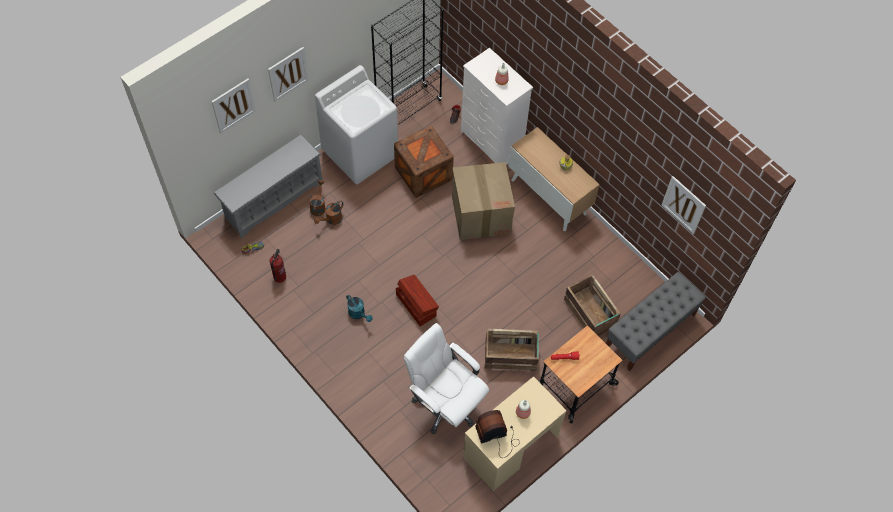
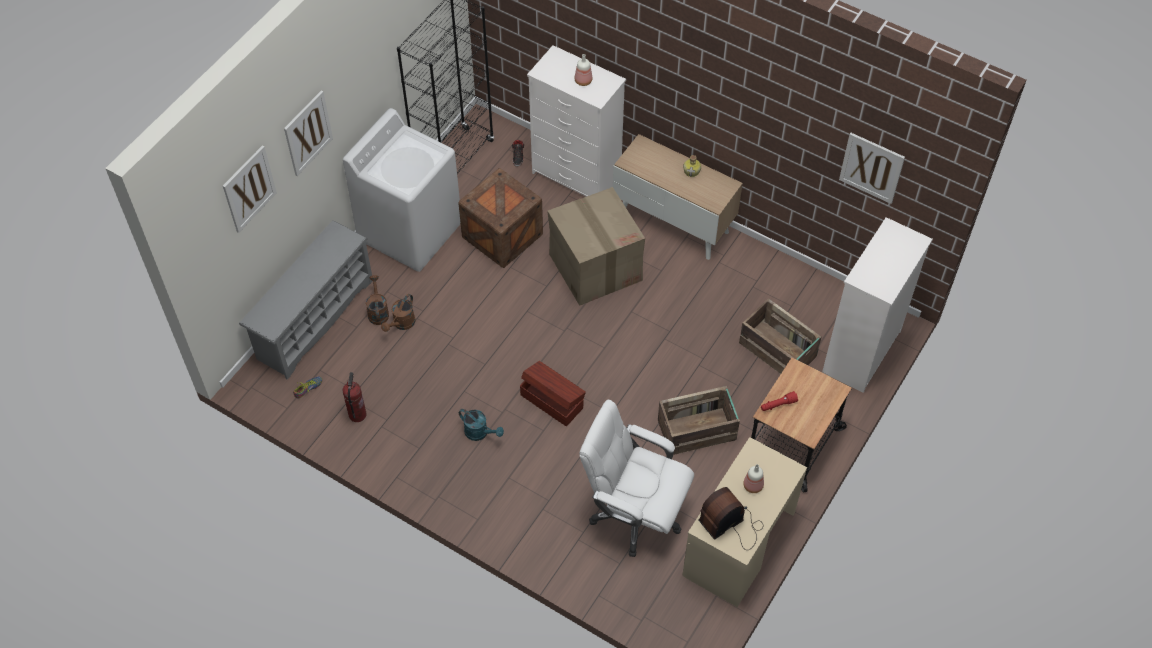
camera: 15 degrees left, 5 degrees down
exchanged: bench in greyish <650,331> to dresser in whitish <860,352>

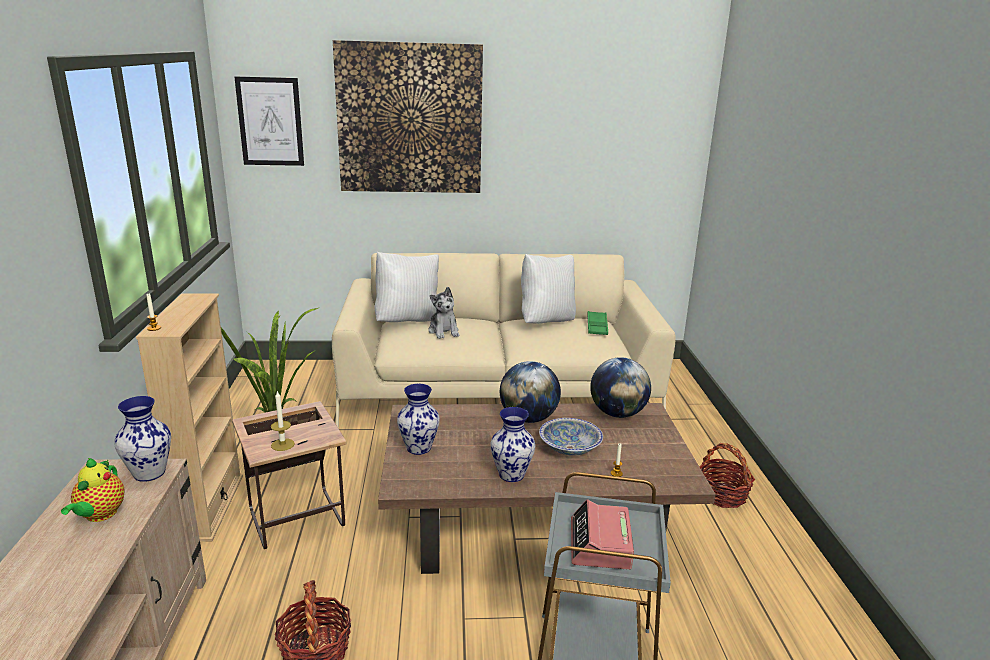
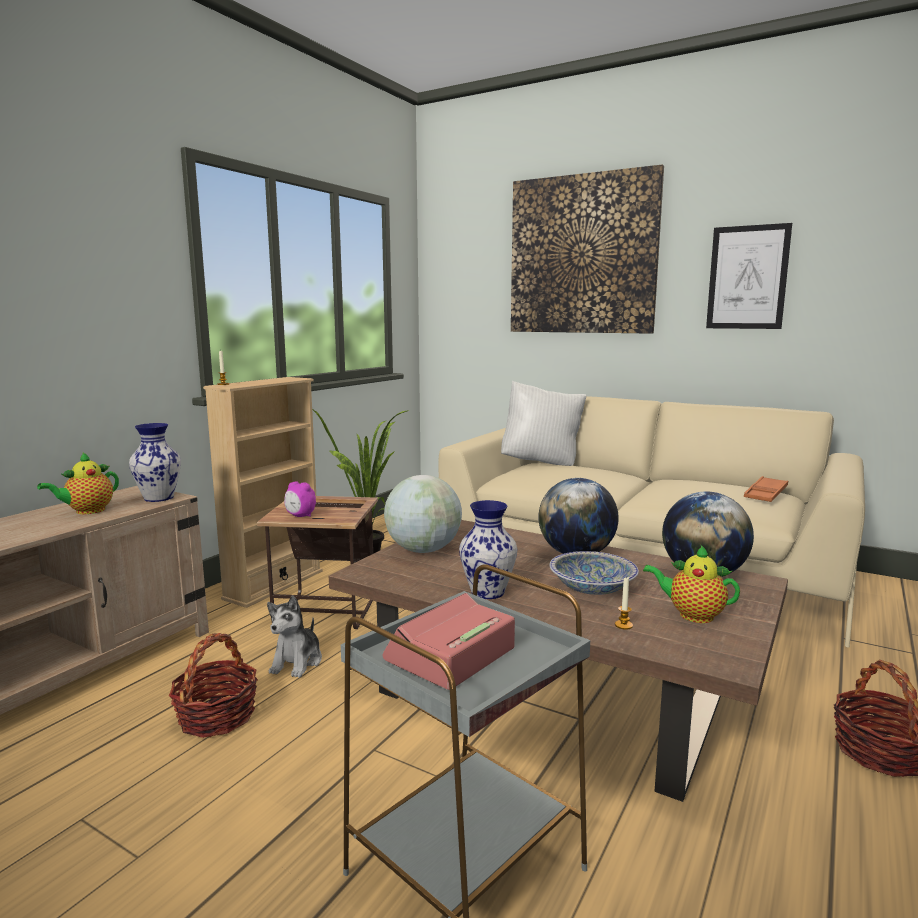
camera: 35 degrees right, 10 degrees down
missing: throw pillow in whitish <546,321>
appeared: tea pot <692,615>
relocated: wall art <270,122> to <747,277>; plush toy <444,331> to <297,662>
exchanged: vase <419,448> to world globe <423,550>; wax candle <282,444> to alarm clock <300,516>
colour: carrying tray in greenish <597,326> to carrying tray in orange <765,494>

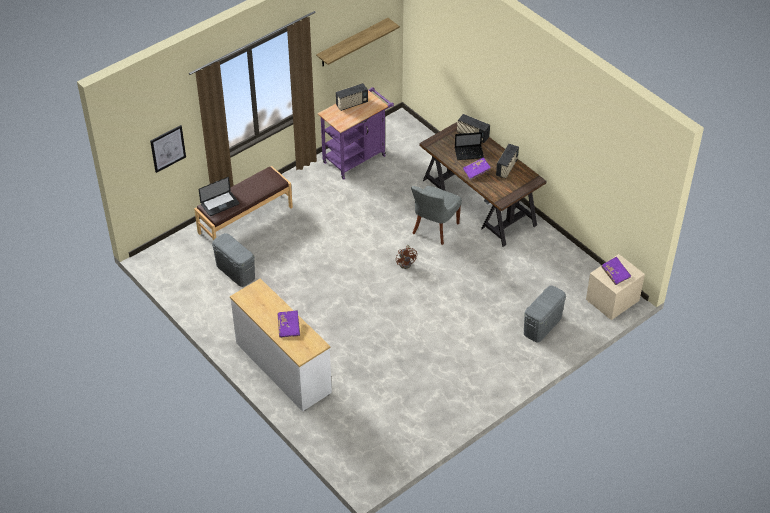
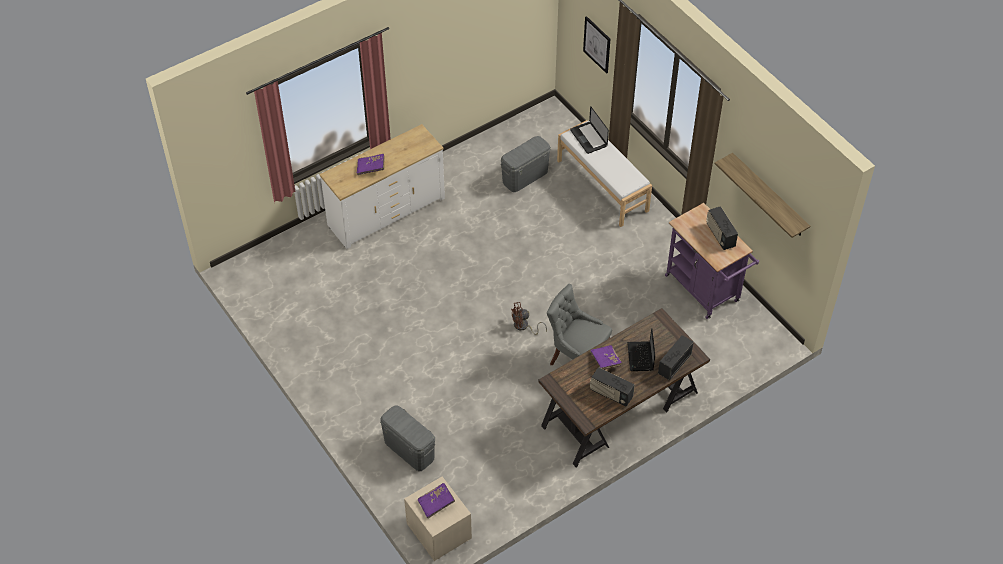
camera: 95 degrees right, 5 degrees up
colour: bench in brown-coloured <245,220> to bench in whitish <603,185>

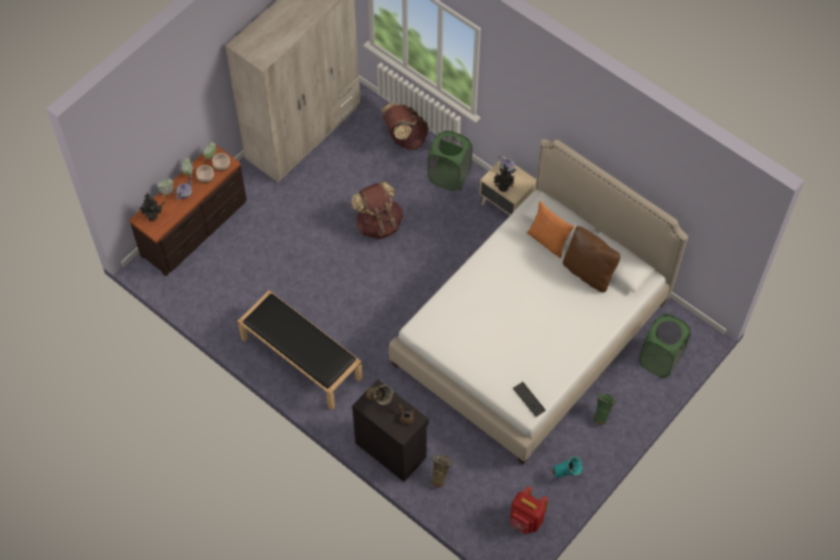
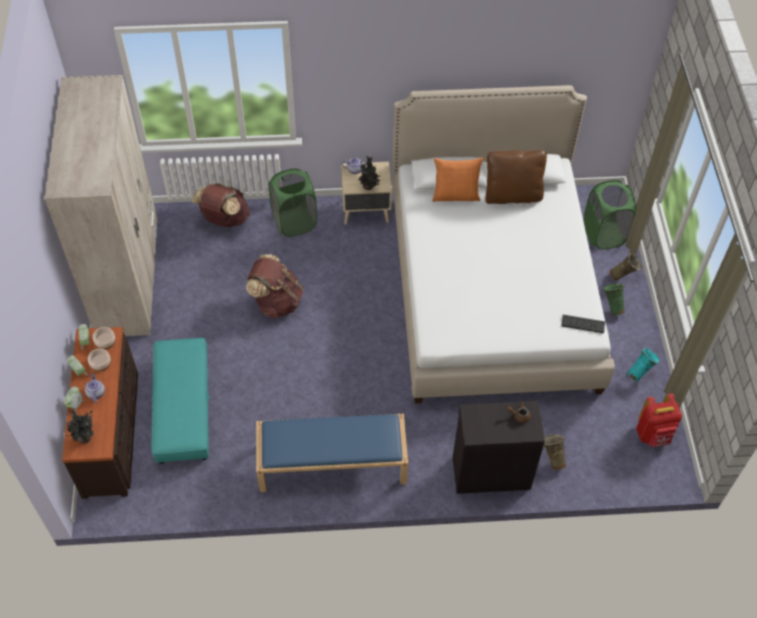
camera: 45 degrees left, 5 degrees down
appeared: pouffe in turquoise <183,408>
relocated: vase in beige <379,402> to <623,277>
colour: bench in black-coloured <300,358> to bench in blue <331,463>

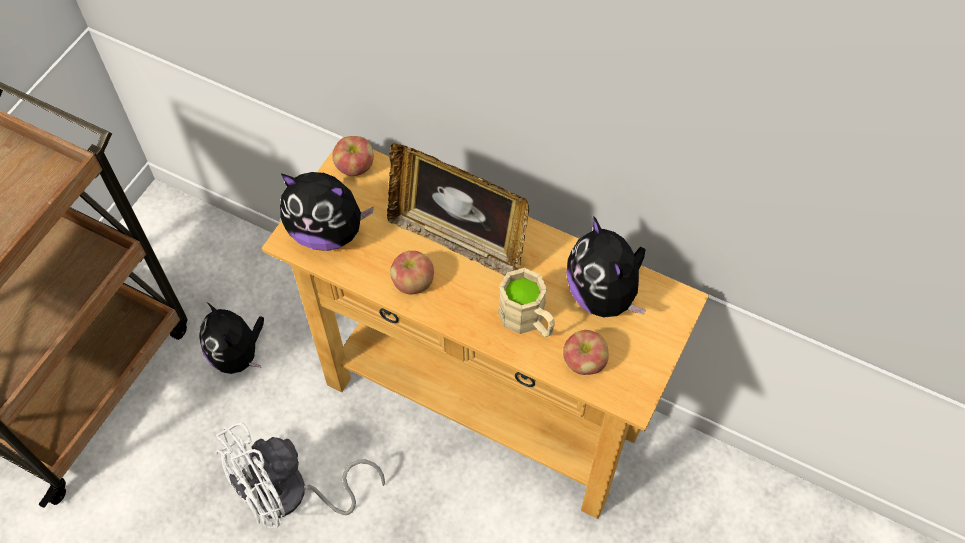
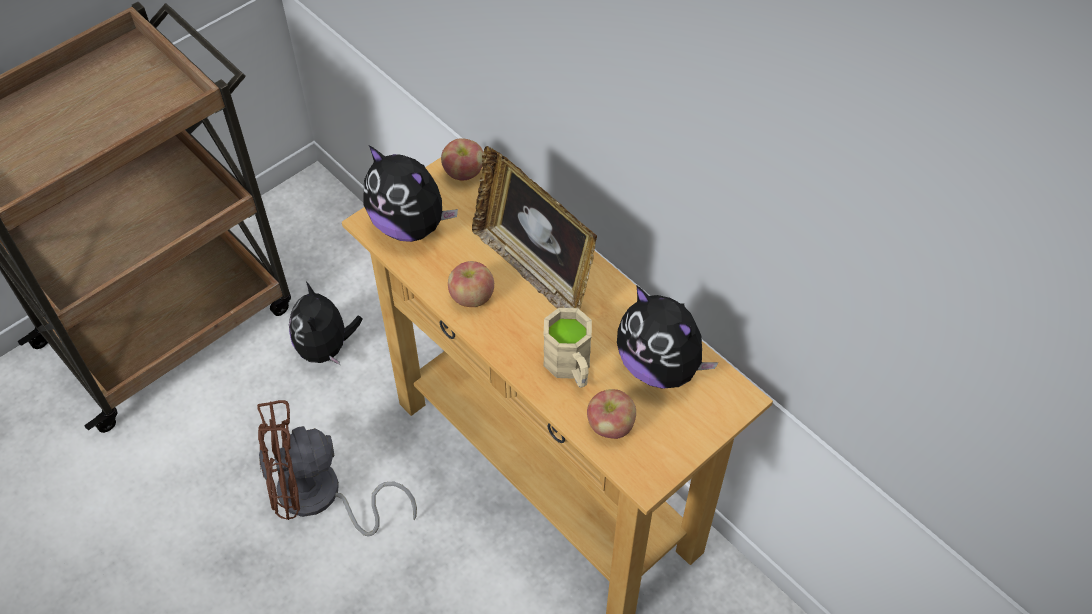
camera: 20 degrees right, 5 degrees down
colour: cooling fan in whitish <290,495> to cooling fan in brown-coloured <320,498>
spun: plush toy <604,294> = <660,366> 45 degrees counterclockwise

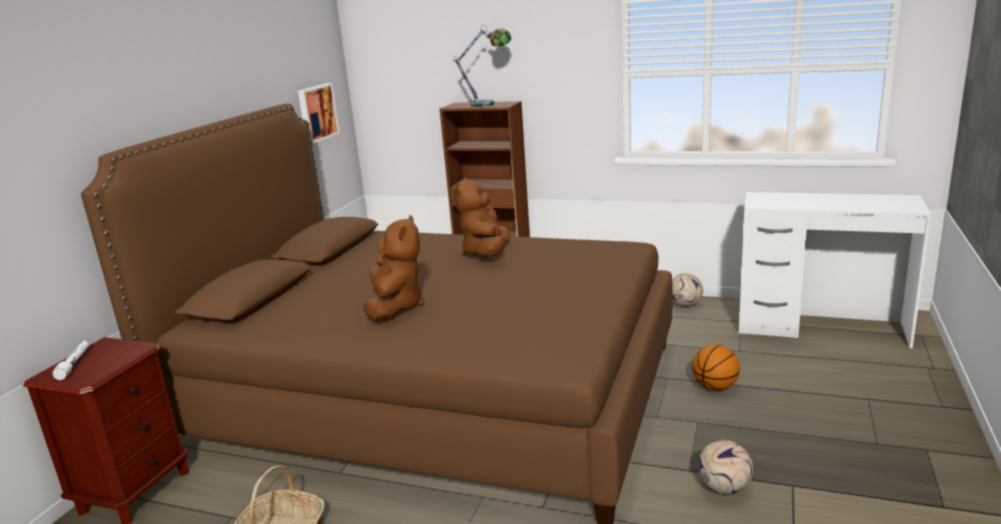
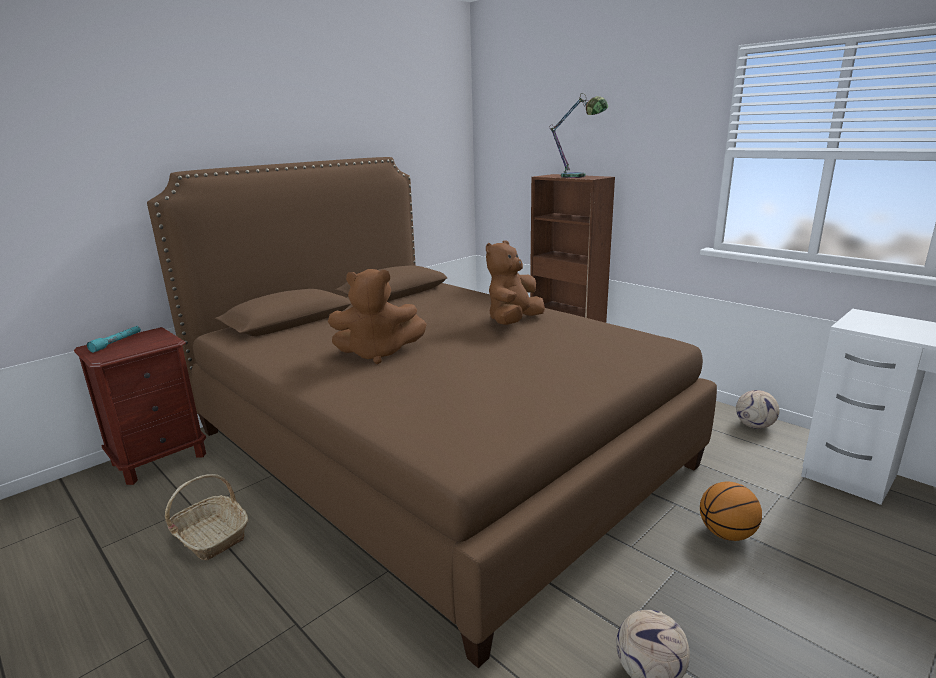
camera: 25 degrees right, 0 degrees up
missing: wall art <316,113>
colour: flashlight in whitish <74,364> to flashlight in turquoise <117,342>
spun: plush toy in brown-coloured <395,307> = <378,353> 60 degrees clockwise

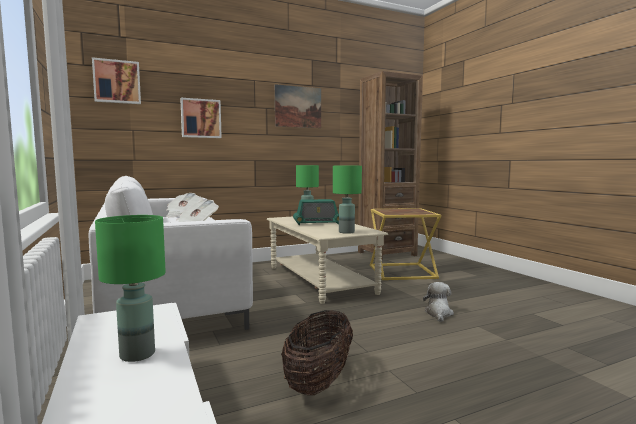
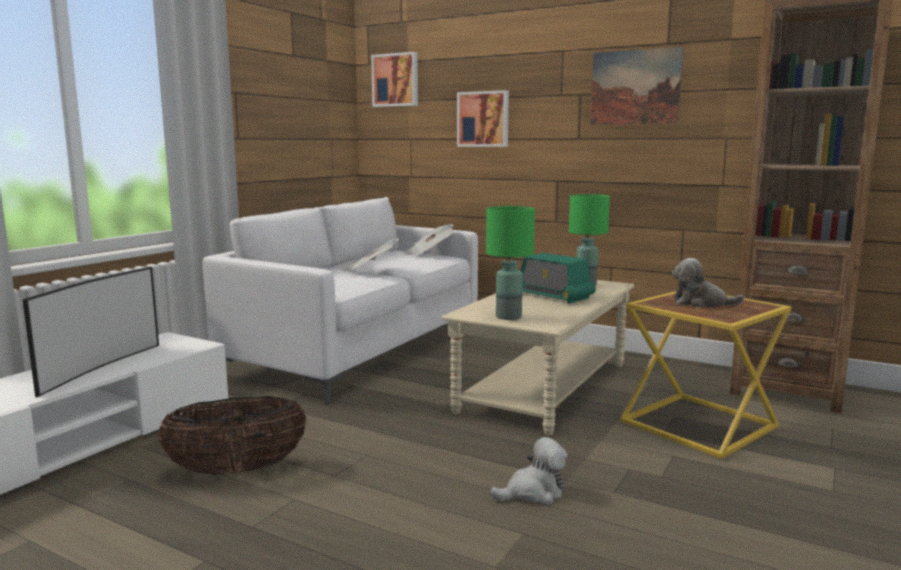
camera: 55 degrees right, 5 degrees up
appeared: plush toy <701,303>
exchanged: lamp for a table in greenish <136,354> to television <98,367>

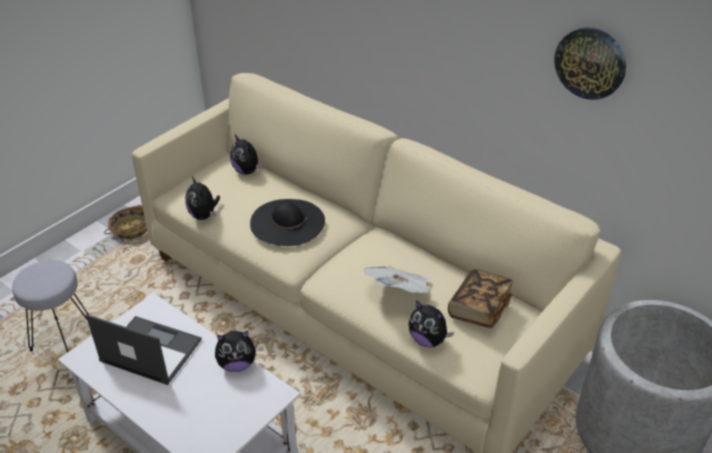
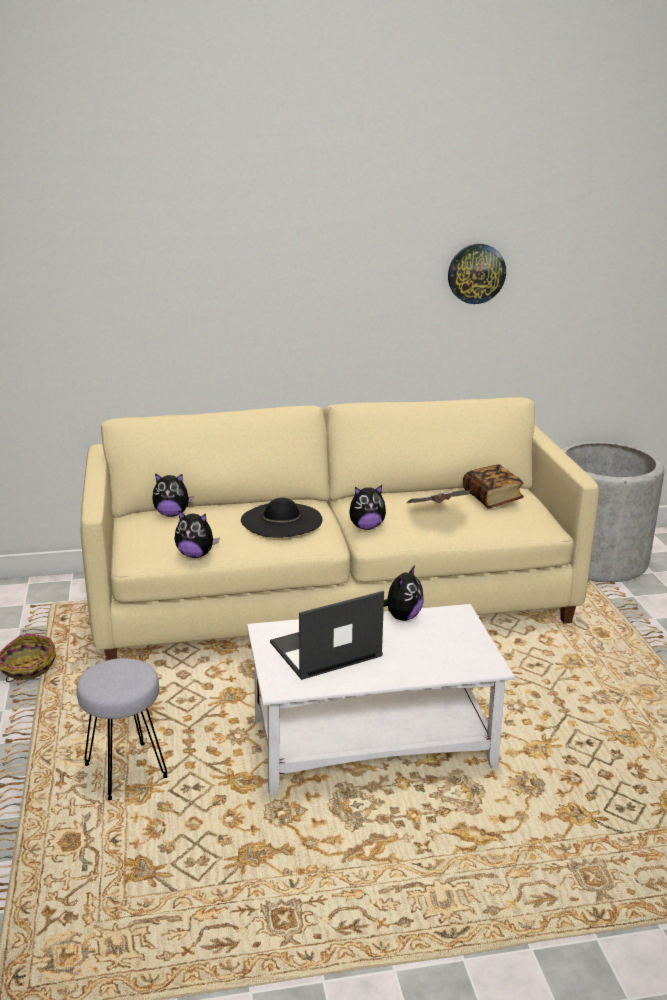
camera: 50 degrees left, 15 degrees down
relocated: plush toy <428,340> to <366,527>

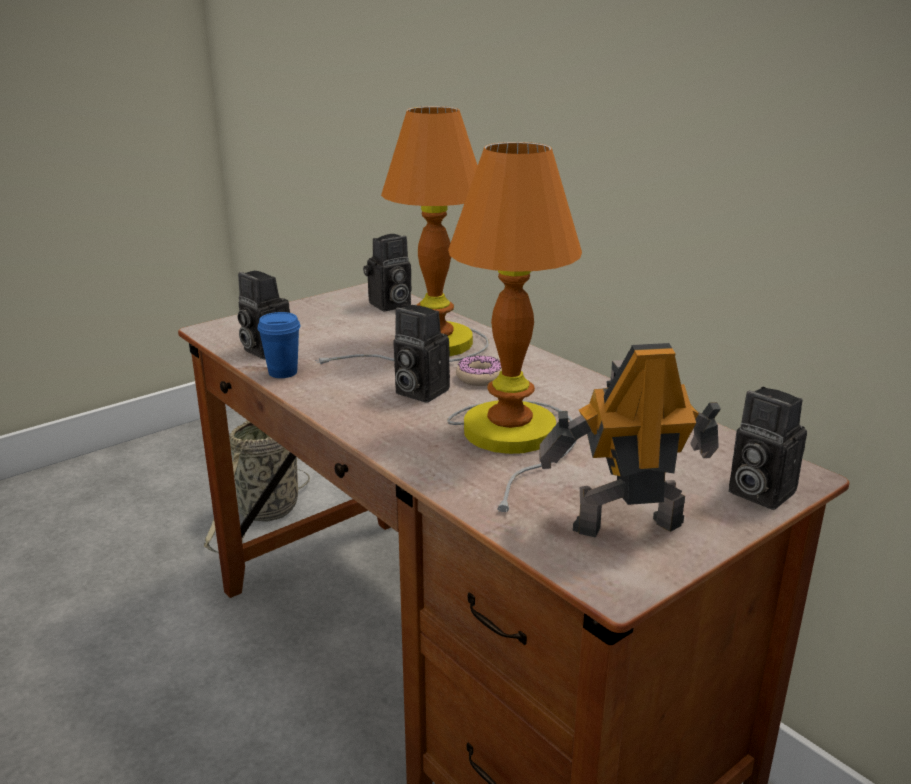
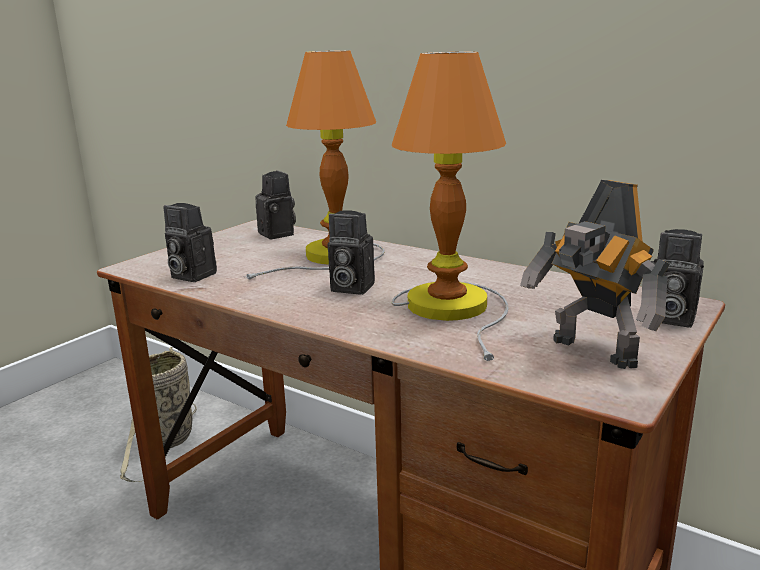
camera: 15 degrees left, 5 degrees down
missing: small cup in blue <283,372>; doughnut <480,378>
spun: photo camera <389,305> = <279,234> 75 degrees counterclockwise; model robot <625,523> = <591,353> 105 degrees counterclockwise

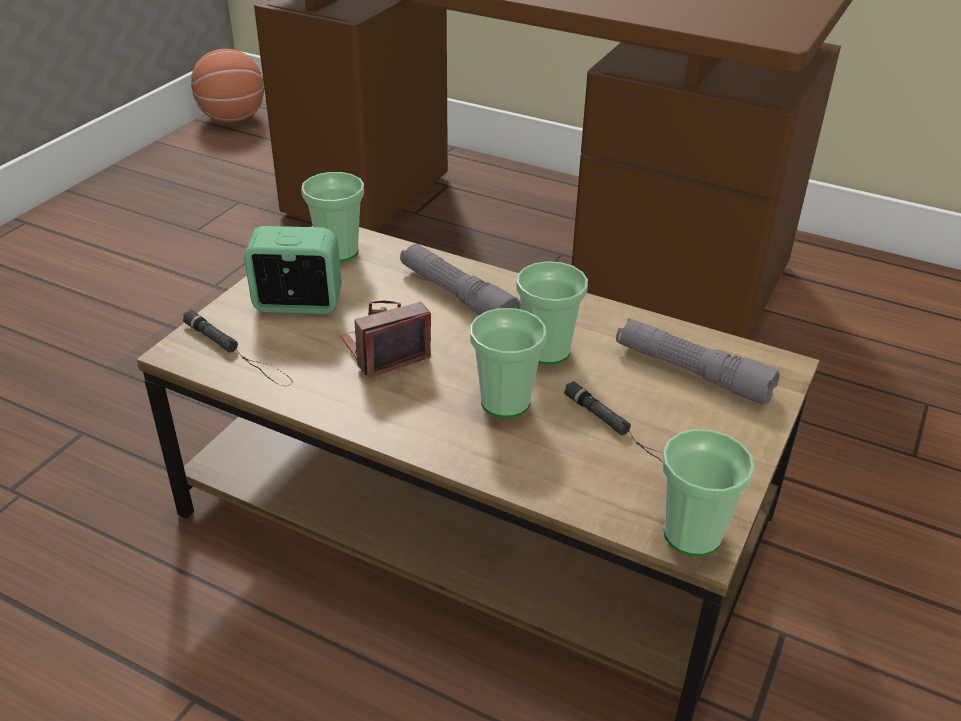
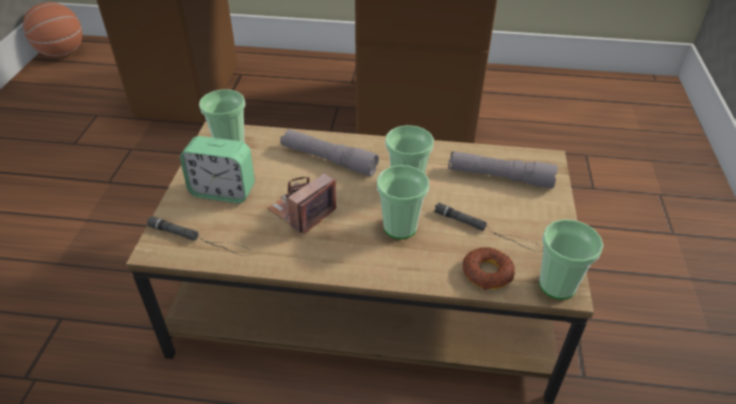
camera: 20 degrees left, 5 degrees up
appeared: doughnut <487,273>
spun: alarm clock <298,304> = <223,191> 150 degrees counterclockwise

